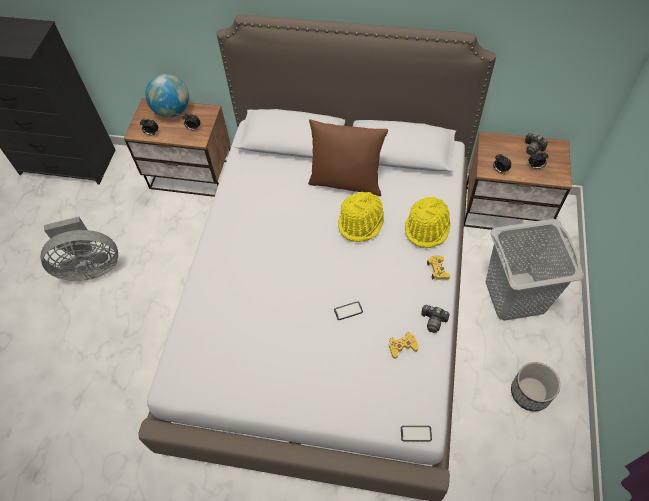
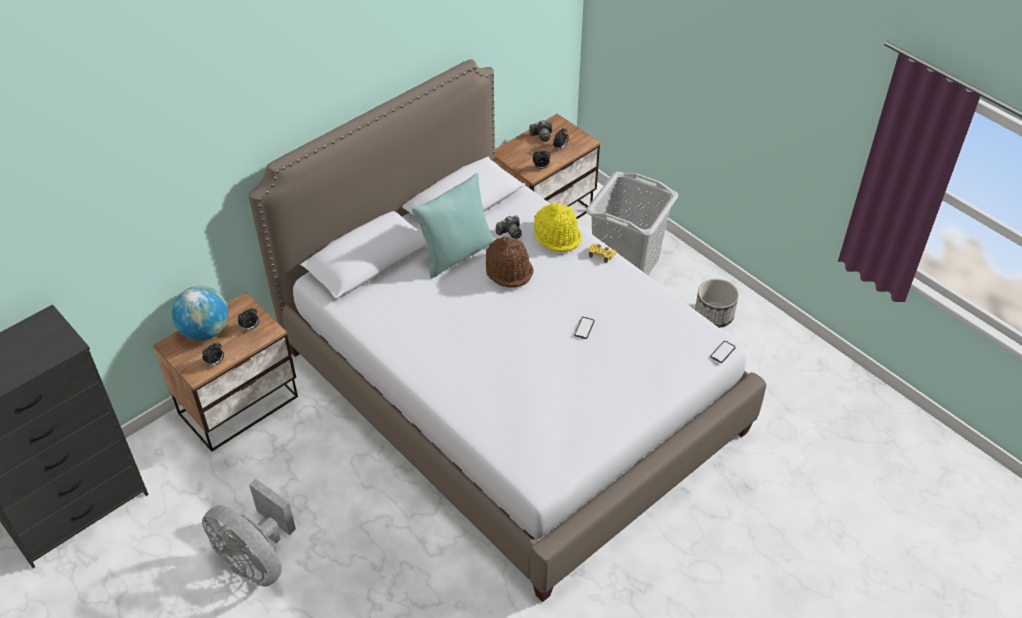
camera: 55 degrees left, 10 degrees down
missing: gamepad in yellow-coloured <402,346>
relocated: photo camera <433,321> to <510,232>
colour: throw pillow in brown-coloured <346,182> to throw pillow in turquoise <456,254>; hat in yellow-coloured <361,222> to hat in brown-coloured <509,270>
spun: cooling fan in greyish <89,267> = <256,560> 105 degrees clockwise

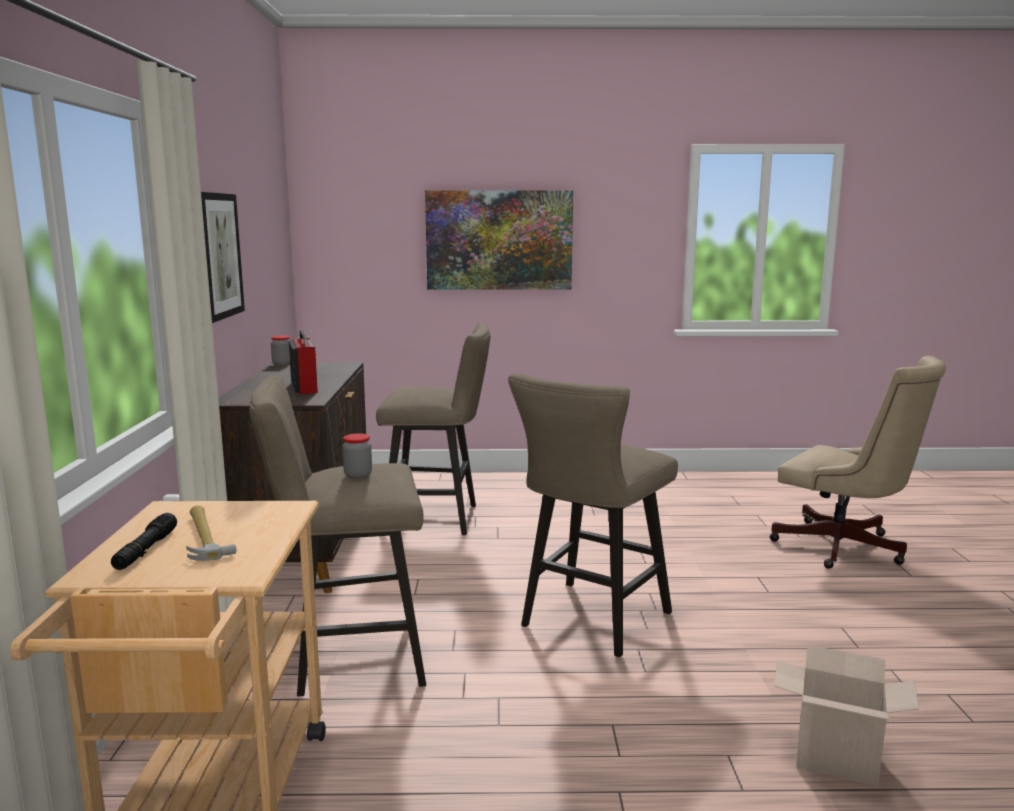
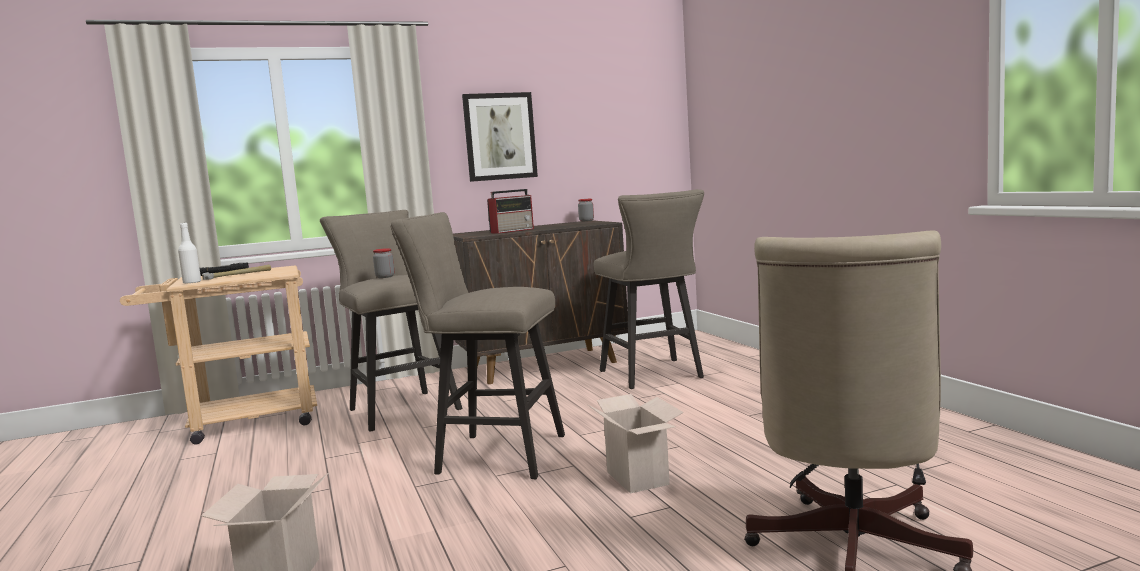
camera: 70 degrees right, 5 degrees down
missing: wall art <499,240>
appeared: drink bottle in whitish <192,282>; cardboard box <640,478>

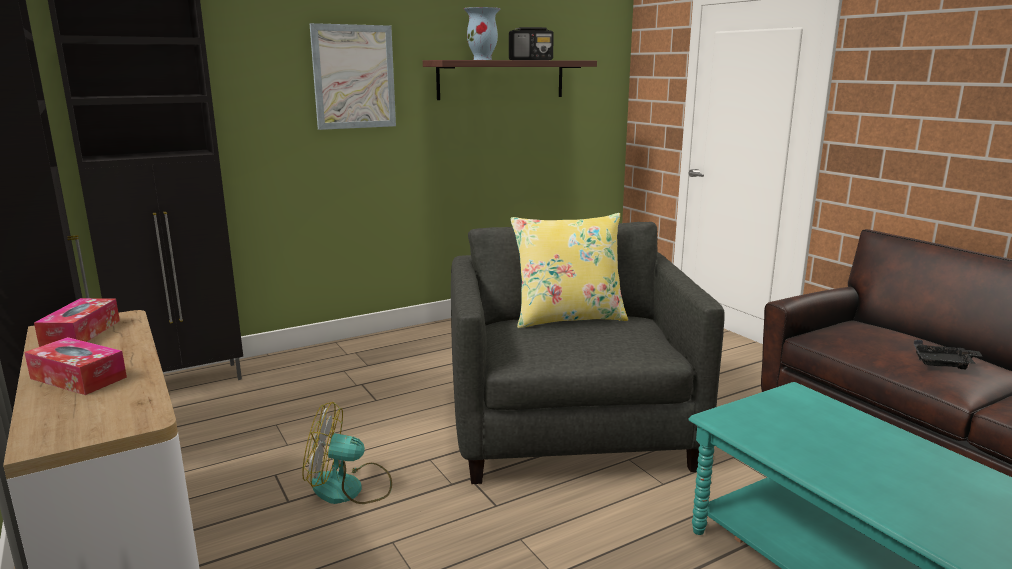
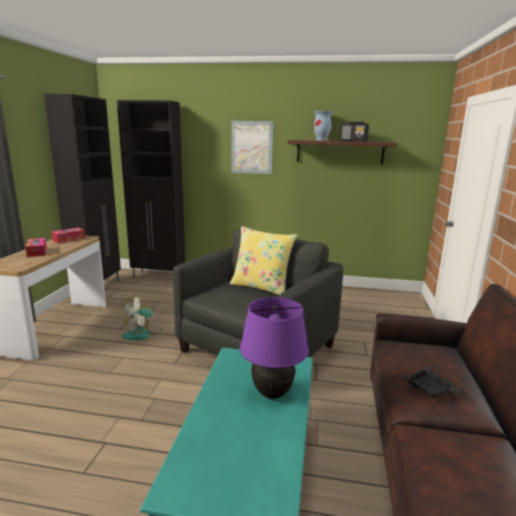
camera: 40 degrees right, 0 degrees up
appeared: lamp for a table in purple-coloured <272,393>
spun: cooling fan <349,488> = <142,333> 90 degrees counterclockwise

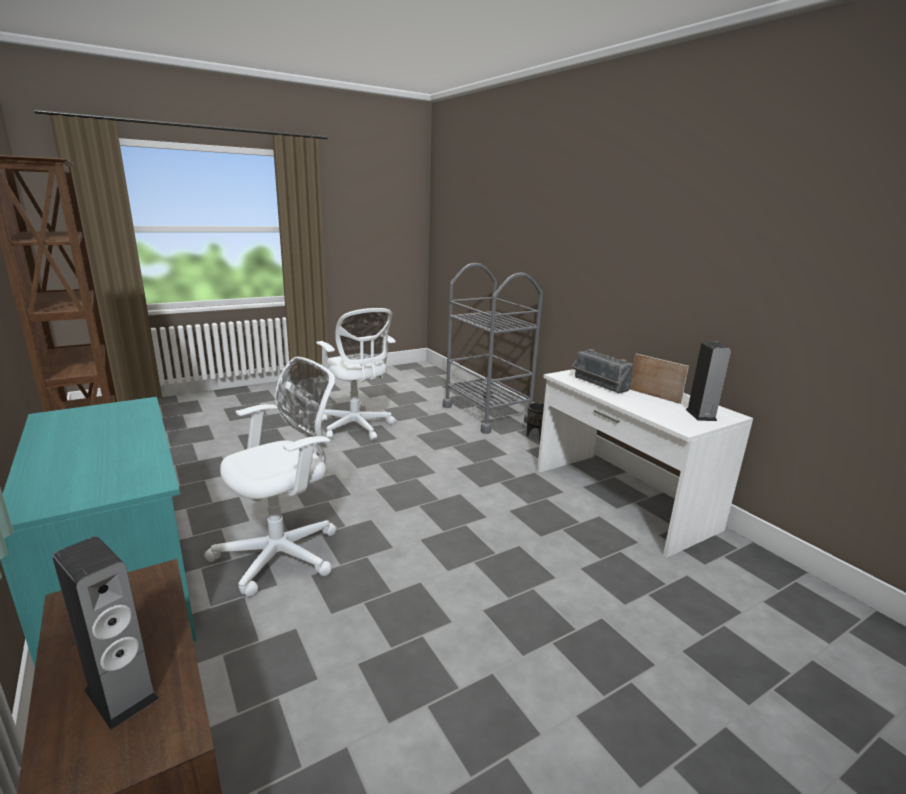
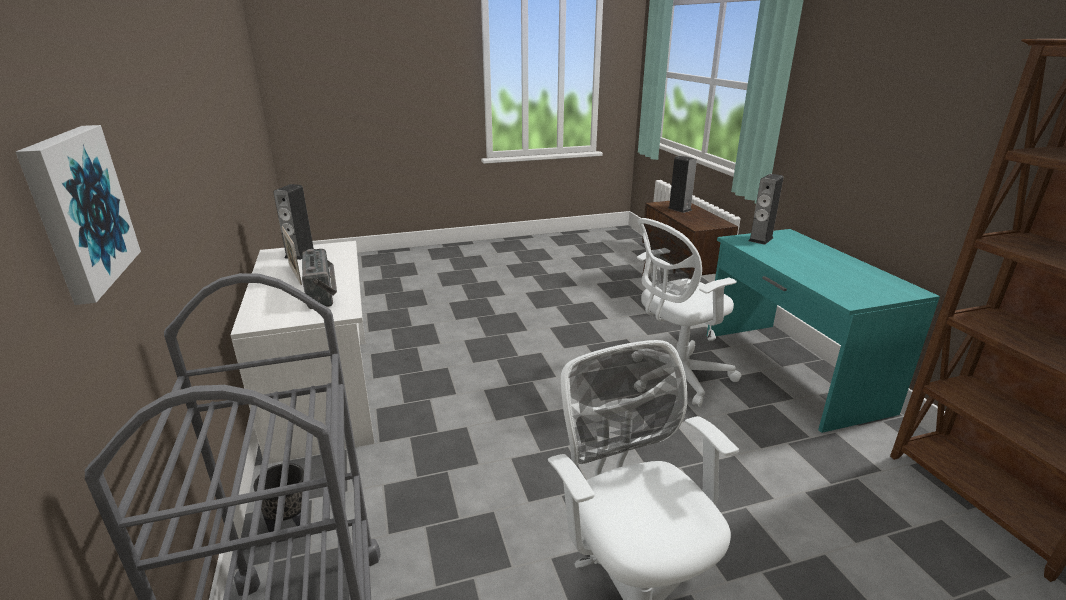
camera: 165 degrees left, 5 degrees up
appeared: wall art <78,210>; loudspeaker <760,239>

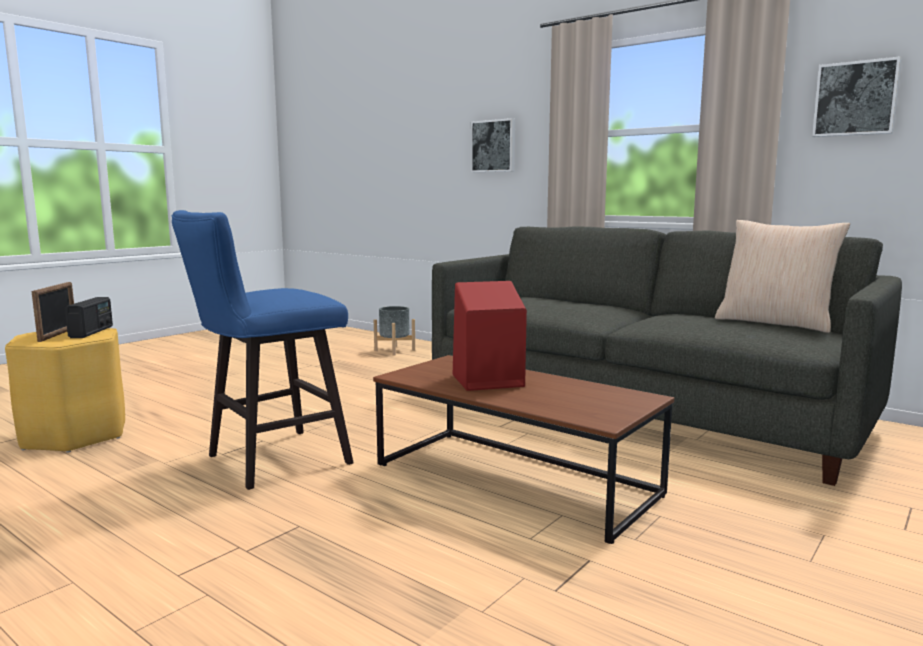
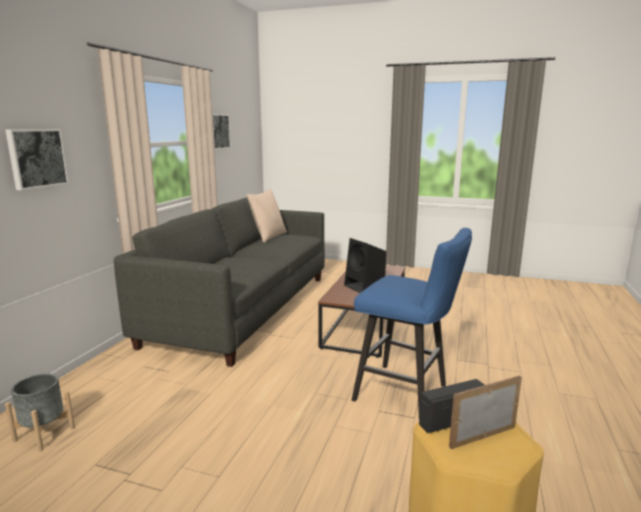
camera: 110 degrees left, 5 degrees up
colour: loudspeaker in red <485,381> to loudspeaker in black-coloured <365,287>

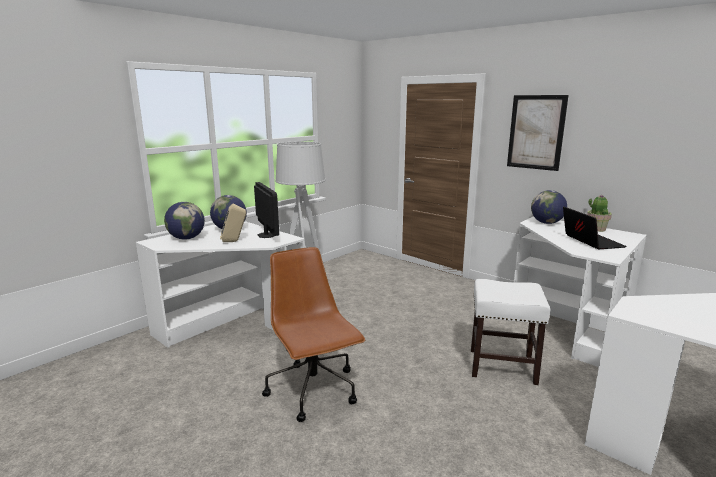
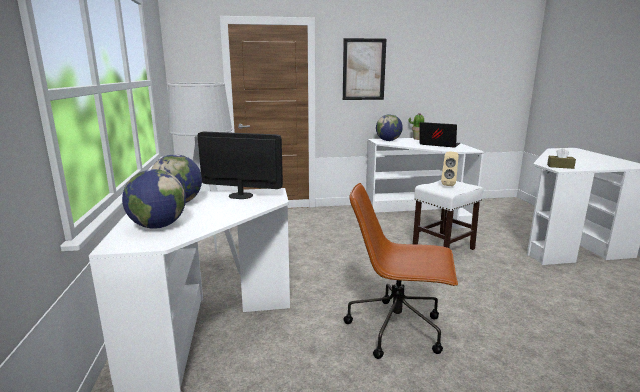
camera: 50 degrees left, 0 degrees up
appeared: tissue box in brown-coloured <560,166>
relocated: loudspeaker in beige <234,241> to <448,184>

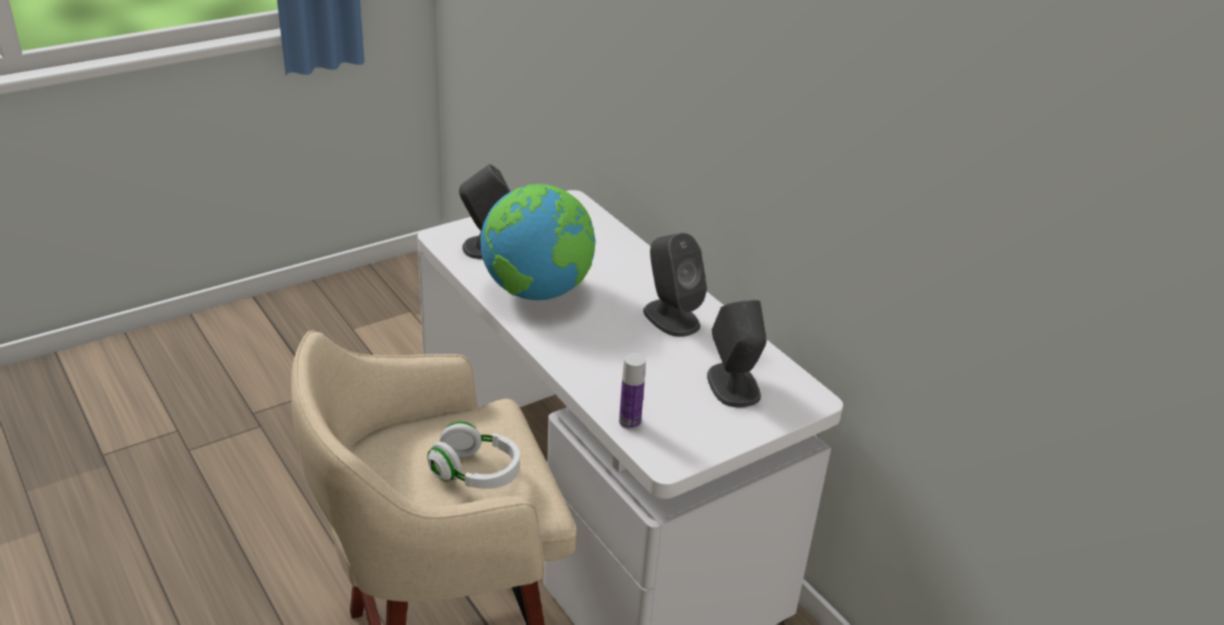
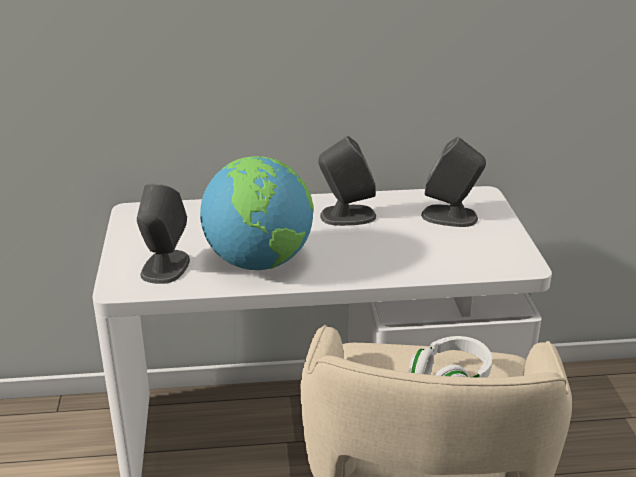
camera: 60 degrees left, 5 degrees down
missing: drink bottle <629,422>

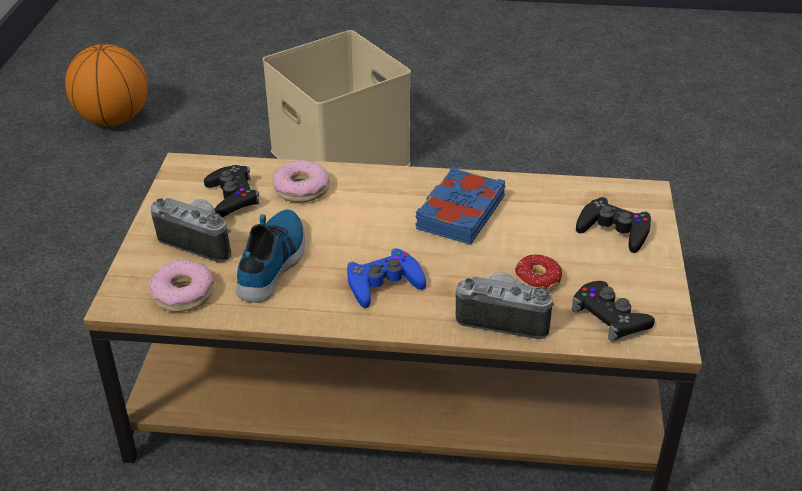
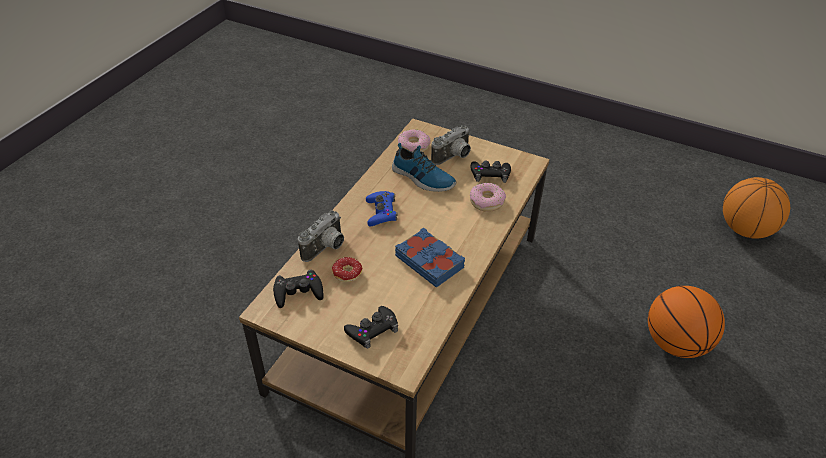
camera: 110 degrees right, 5 degrees up
exchanged: storage box in beige <336,157> to basketball ball <675,343>

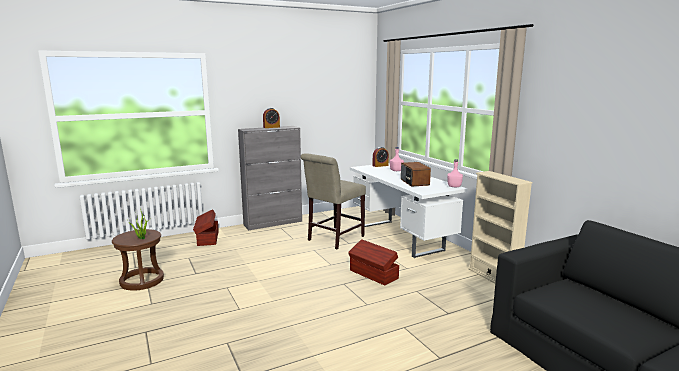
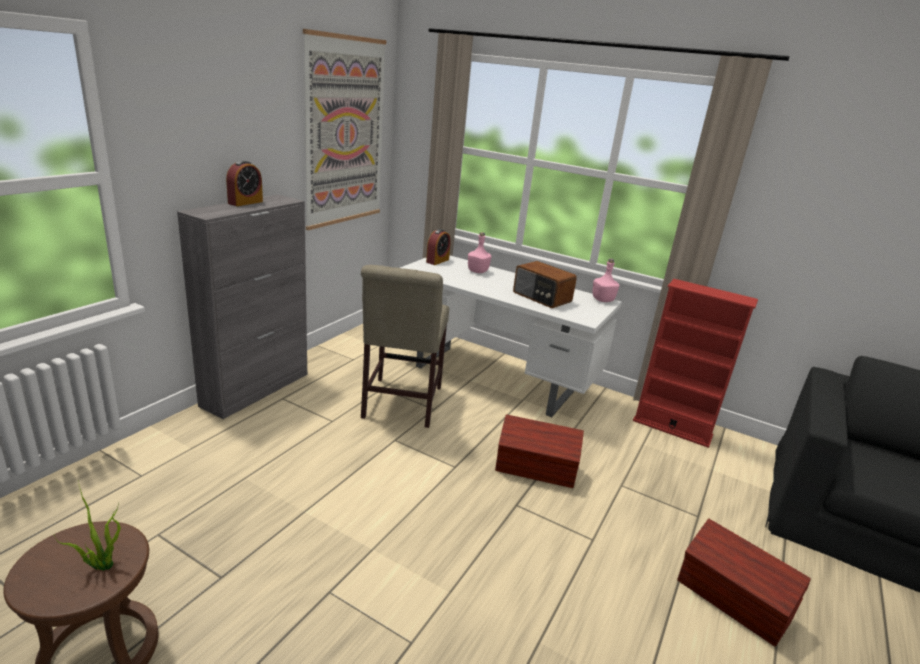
camera: 35 degrees left, 10 degrees up
appeared: wall art <345,133>
relocated: storage box in brown-coloured <207,238> to <733,601>
colour: bookcase in beige <493,277> to bookcase in red <672,428>

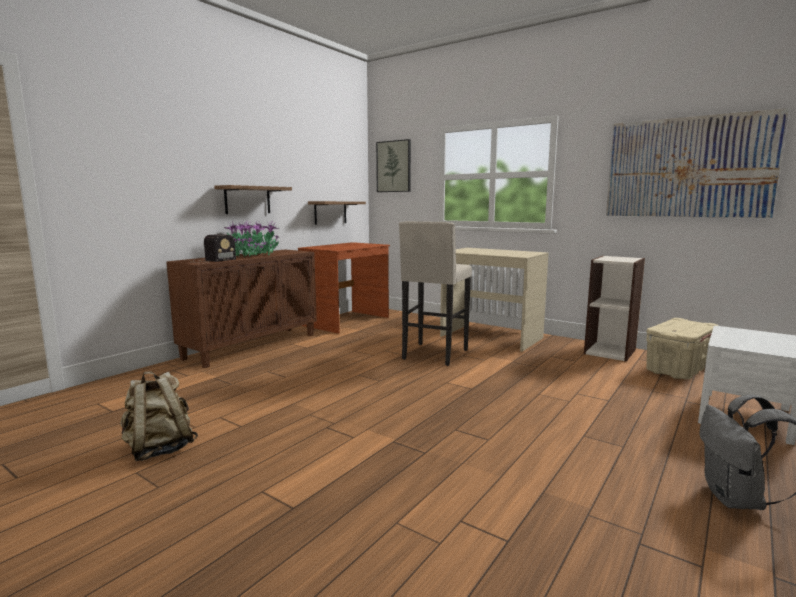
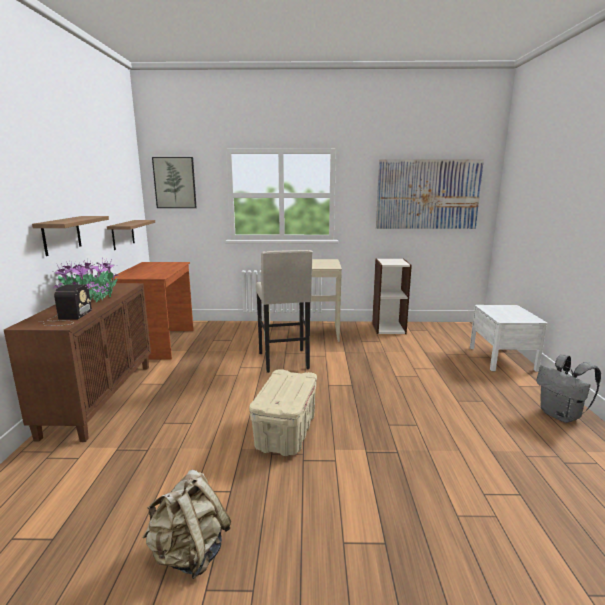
camera: 35 degrees left, 5 degrees up
relocated: storage box in beige <678,369> to <285,432>

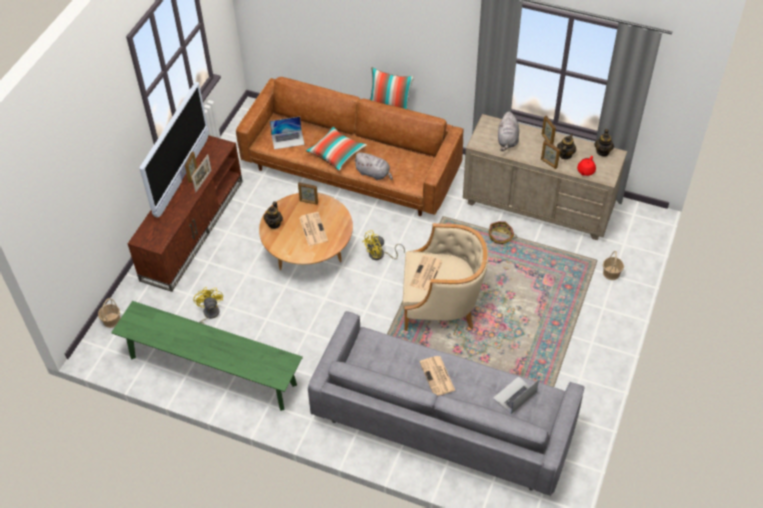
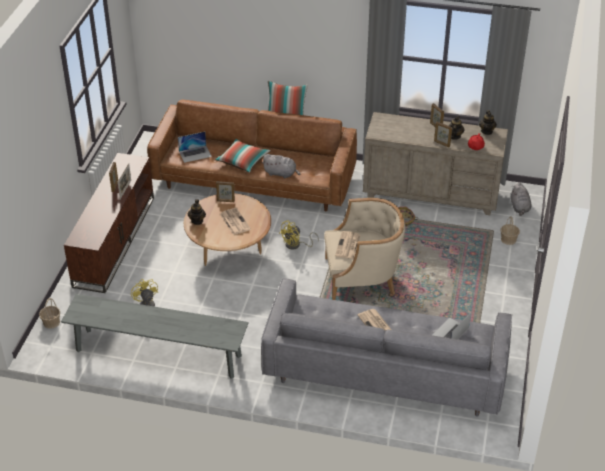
camera: 10 degrees left, 10 degrees down
missing: television <182,177>
relocated: plush toy in greyish <507,140> to <519,207>
colour: bench in greenish <212,371> to bench in greyish <158,353>

